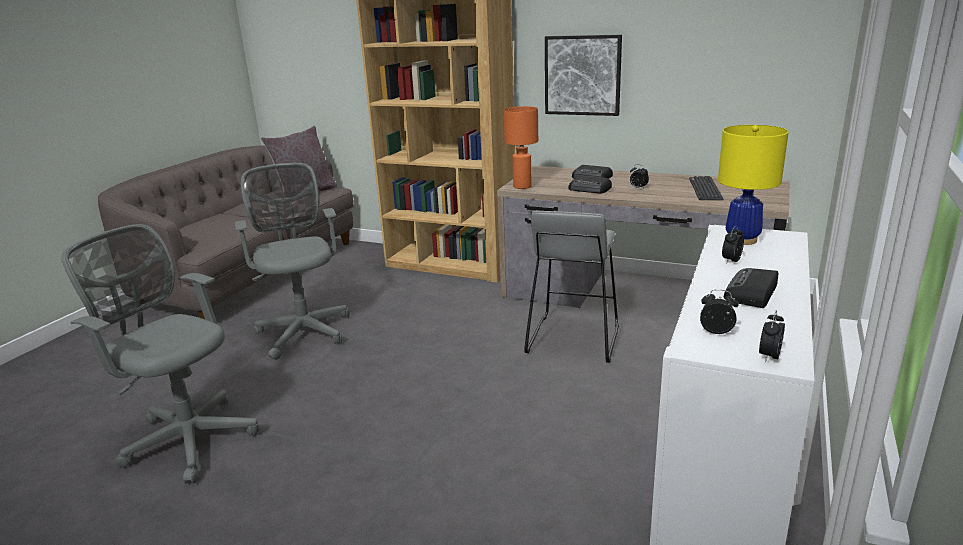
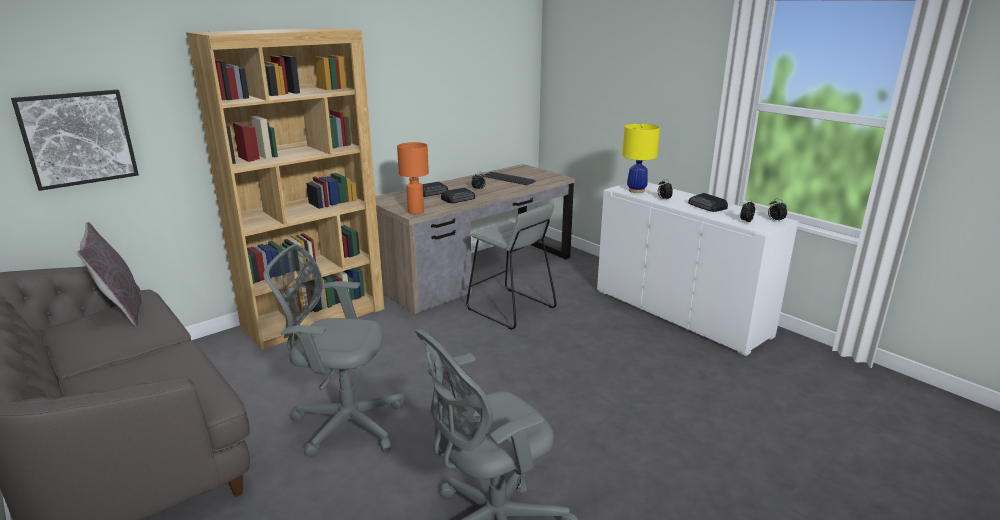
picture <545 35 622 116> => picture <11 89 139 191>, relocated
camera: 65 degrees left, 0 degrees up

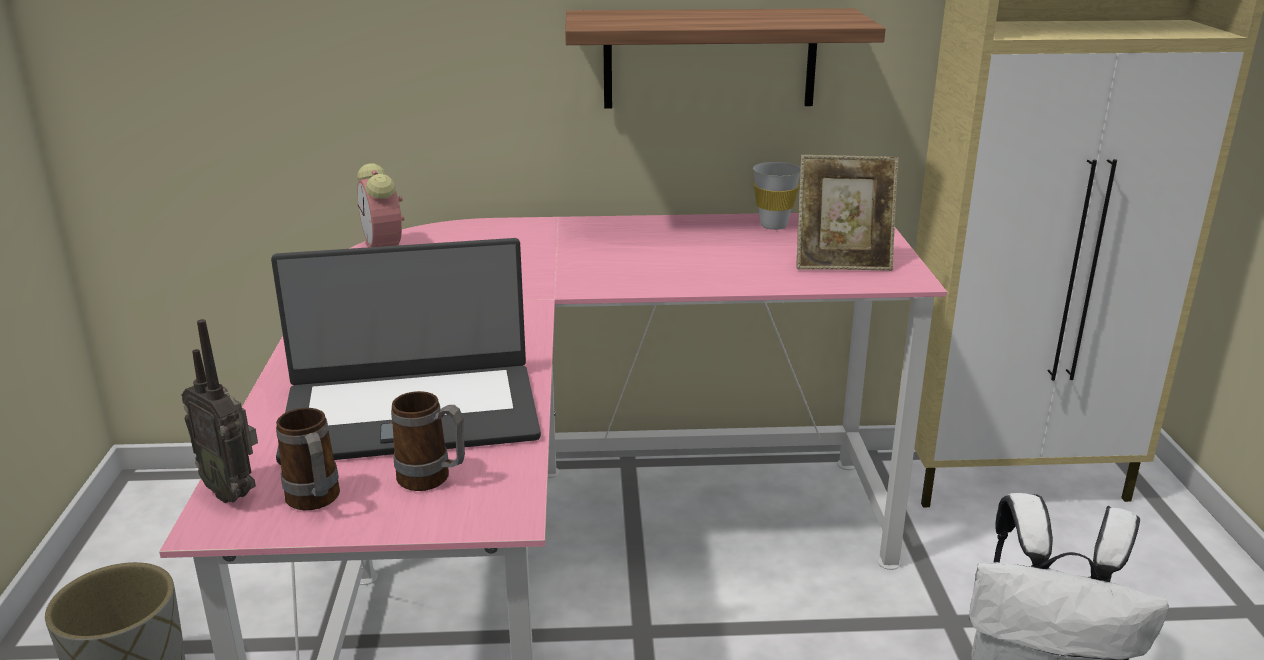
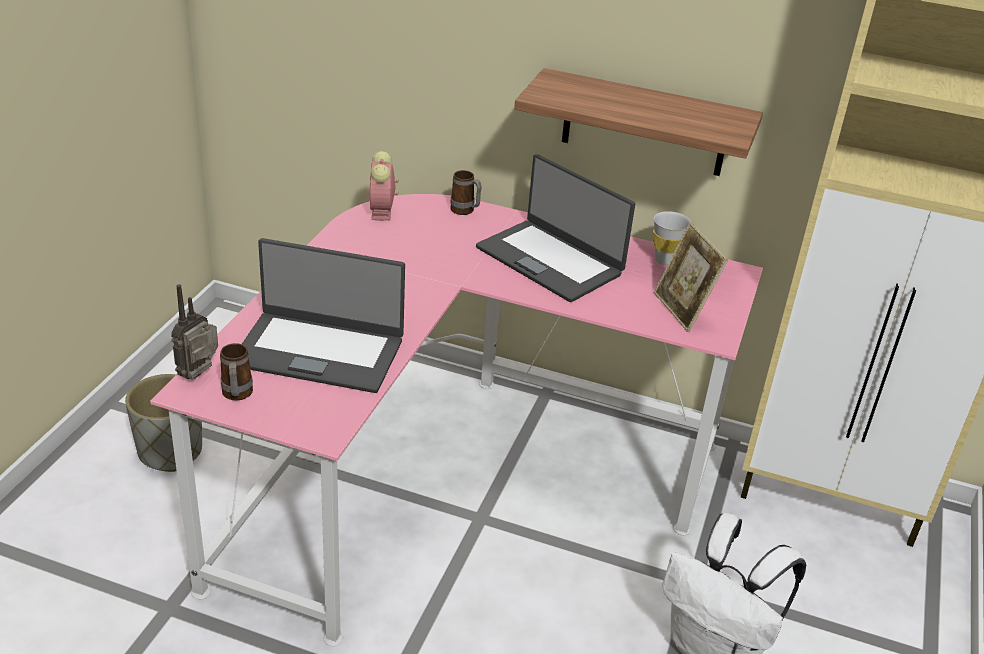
picture frame <796 155 899 271> => picture frame <654 222 728 332>, 45 degrees clockwise
radio <181 319 258 503> => radio <171 284 218 379>, 60 degrees clockwise
mug <391 391 465 491> => mug <451 170 482 215>, relocated
nothing => laptop <476 154 635 302>
camera: 20 degrees right, 10 degrees up

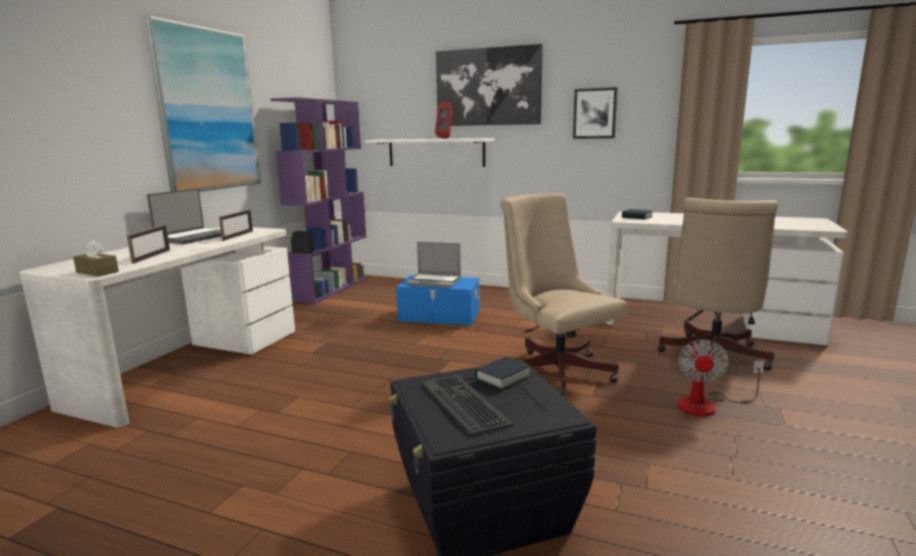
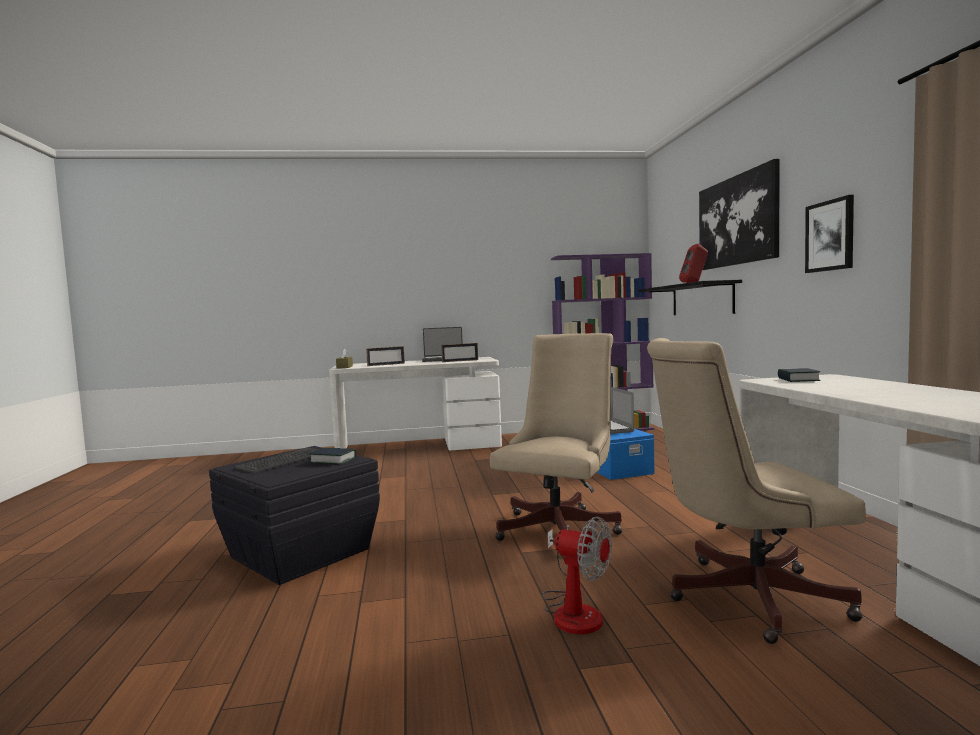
picture <144 15 261 192> => nothing
white shelf <364 138 495 167> => black shelf <638 280 742 315>
fan <678 339 764 417> => fan <543 516 612 634>, 135 degrees counterclockwise
camera: 60 degrees right, 10 degrees down

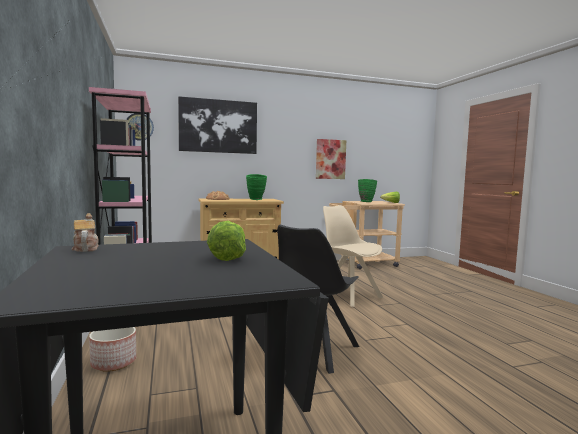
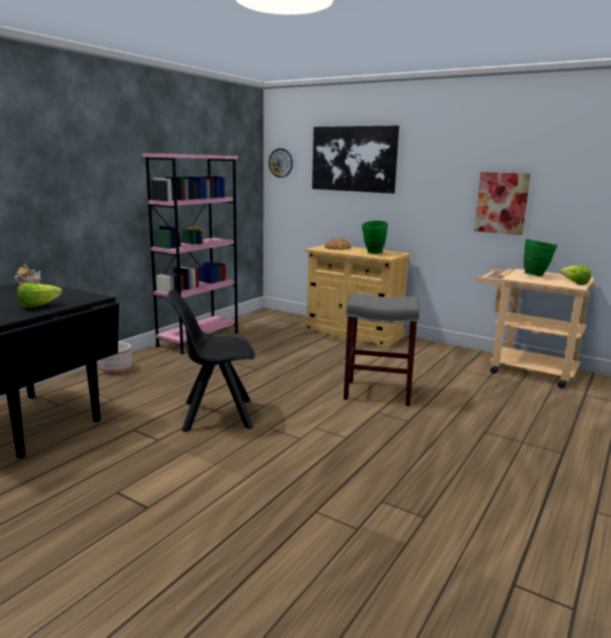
beige chair <323 205 383 307> => grey stool <344 293 420 406>
camera: 50 degrees right, 10 degrees up

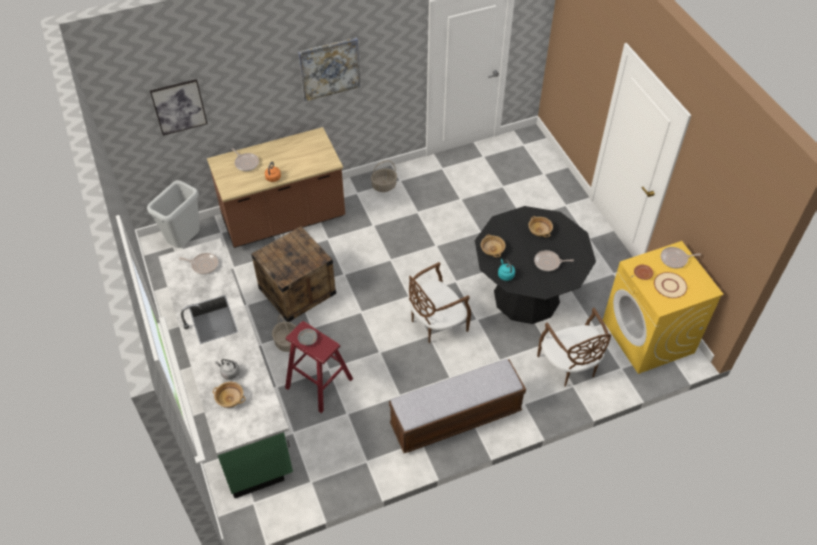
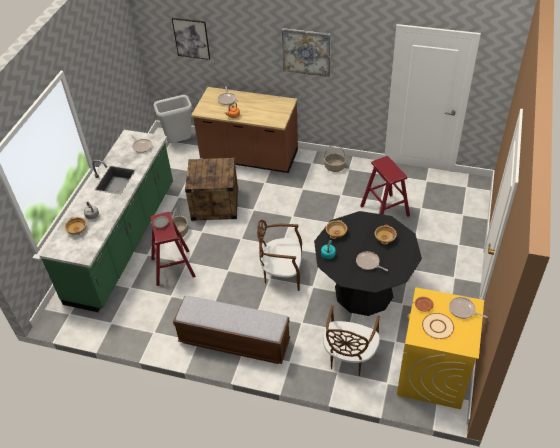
nothing => red stool <360 156 410 217>
camera: 40 degrees right, 5 degrees down

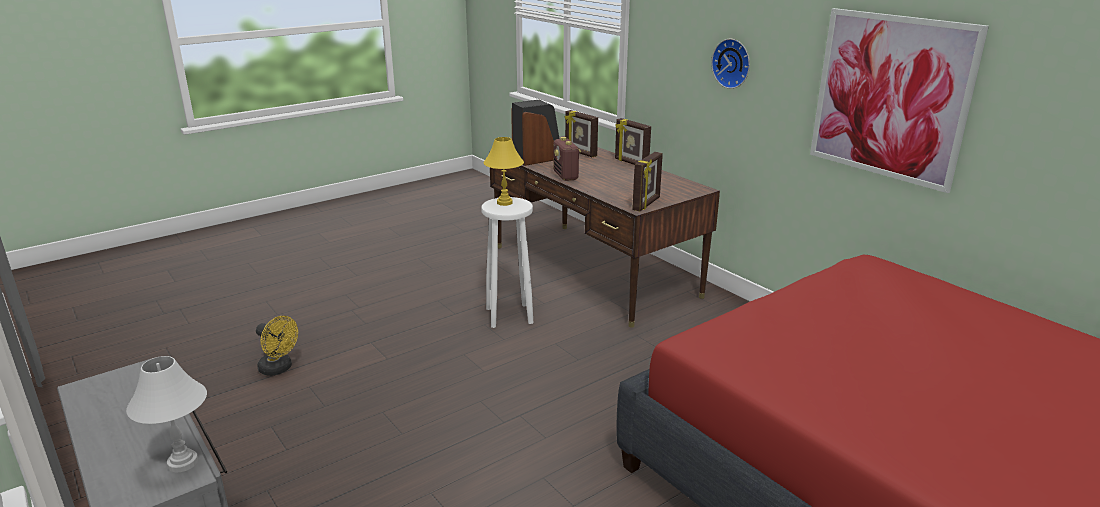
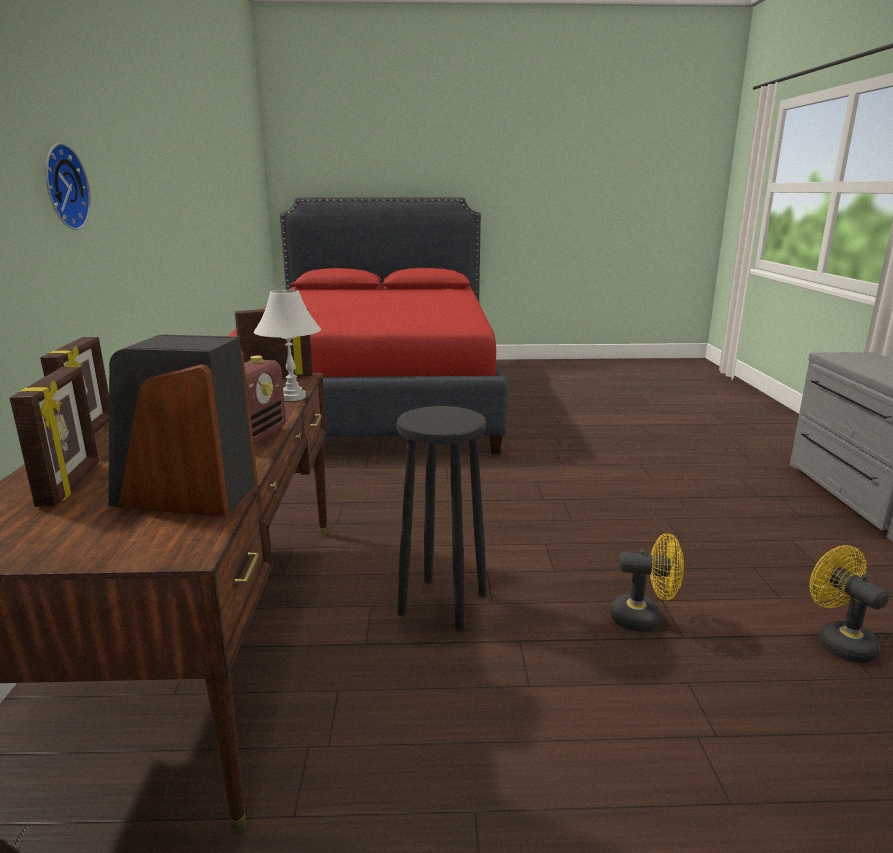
picture <810 8 989 193> => nothing
yellow table lamp <484 137 524 206> => nothing
white stool <481 197 533 328> => black stool <397 406 487 631>
white table lamp <126 356 207 472> => white table lamp <254 289 321 401>, relocated
nothing => yellow fan <611 533 684 632>
camera: 145 degrees left, 5 degrees down

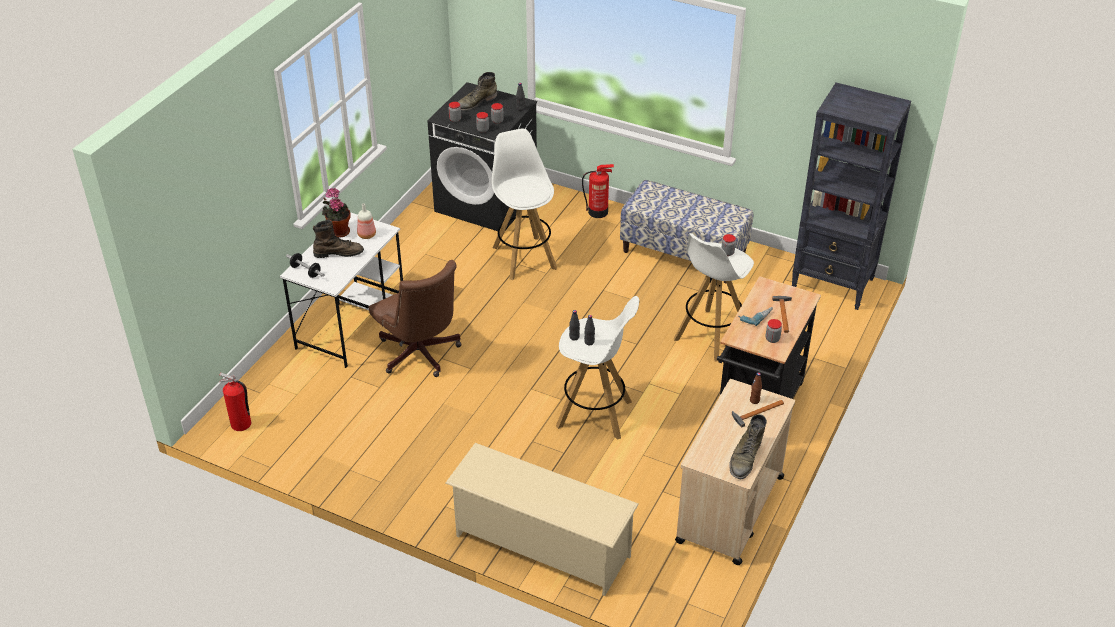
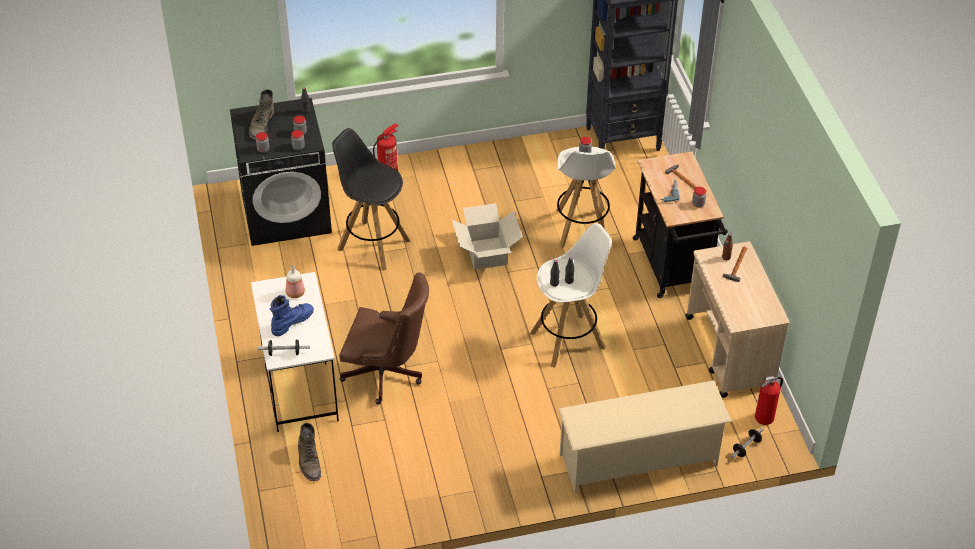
white stool <492 129 557 280> => black stool <332 128 411 270>
bench <620 180 753 284> => nothing
potted plant <322 188 350 238> => nothing
brown boot <313 219 364 258> => blue boot <270 295 314 336>
fire extinguisher <219 373 251 431> => fire extinguisher <755 375 783 425>, relocated
green boot <729 414 767 479> => green boot <298 423 321 481>, relocated
nothing => cardboard box <452 203 523 270>
nothing => dumbbell <731 427 764 459>
camera: 40 degrees left, 5 degrees up

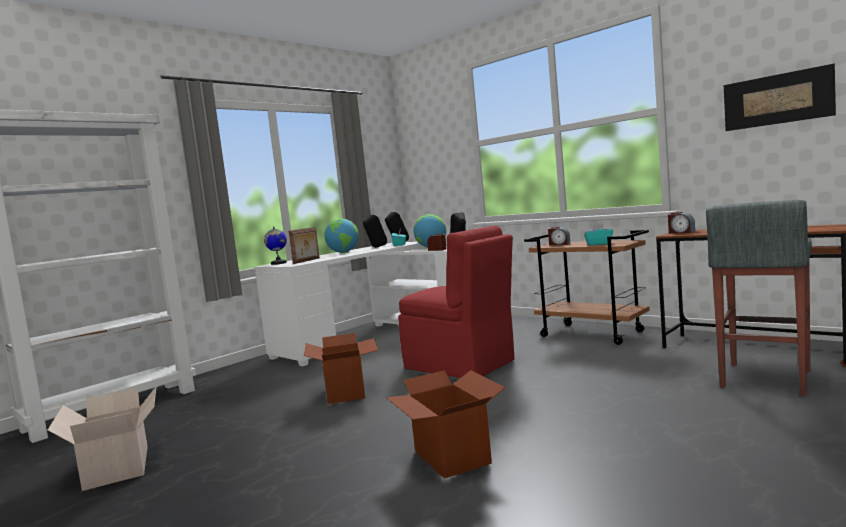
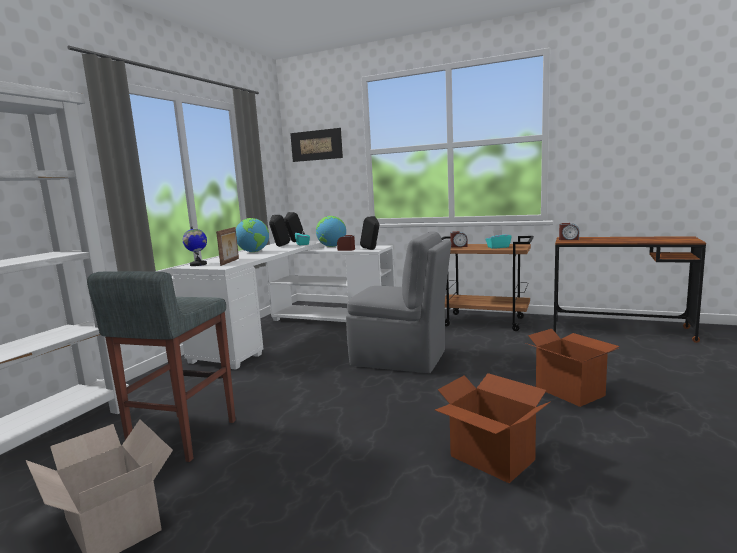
picture <724 64 836 131> => picture <290 128 343 162>, relocated
grey stool <706 200 812 396> => grey stool <87 271 236 462>, relocated
red chair <398 226 515 378> => grey chair <346 231 451 373>
cardboard box <304 333 378 404> => cardboard box <526 329 619 407>, relocated
camera: 20 degrees left, 5 degrees up

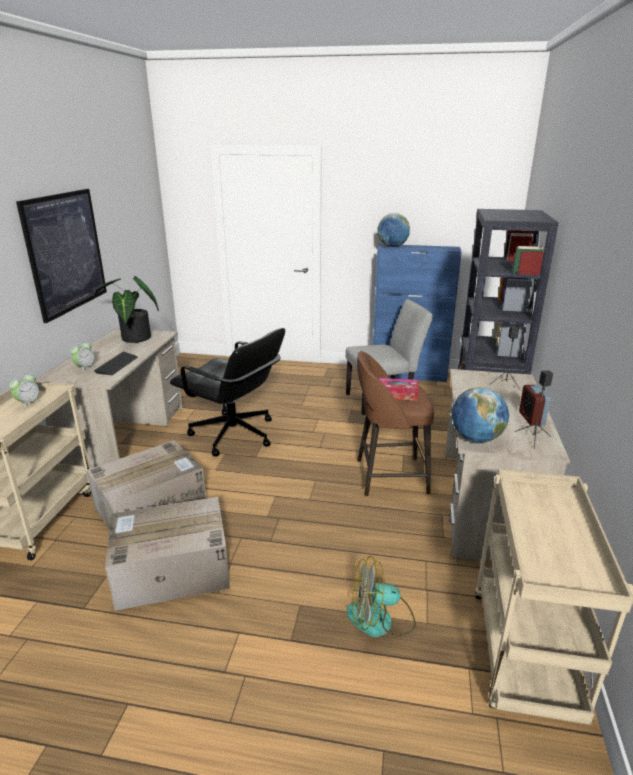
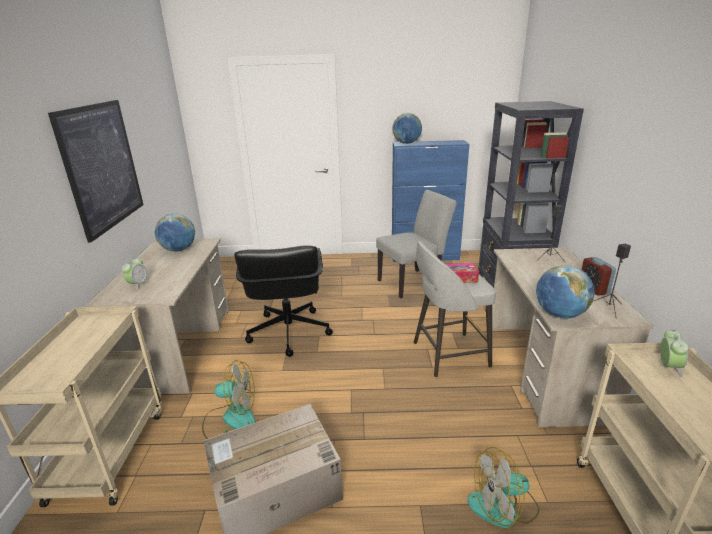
potted plant <93 276 159 343> => globe <154 213 195 251>
black office chair <170 328 285 457> => black office chair <234 245 333 357>, 60 degrees clockwise
brown stool <357 351 434 496> => grey stool <414 241 496 377>
keyboard <94 352 138 375> => nothing
alarm clock <9 373 42 409> => alarm clock <660 329 688 378>, relocated
cardboard box <87 441 206 531> => fan <202 360 255 439>
camera: 10 degrees left, 0 degrees up

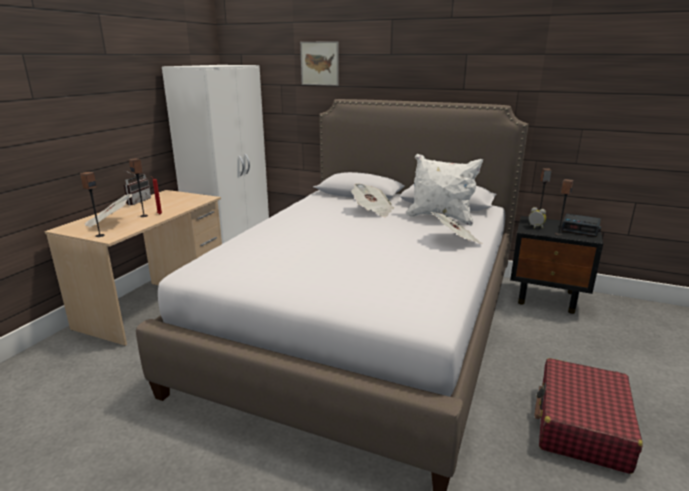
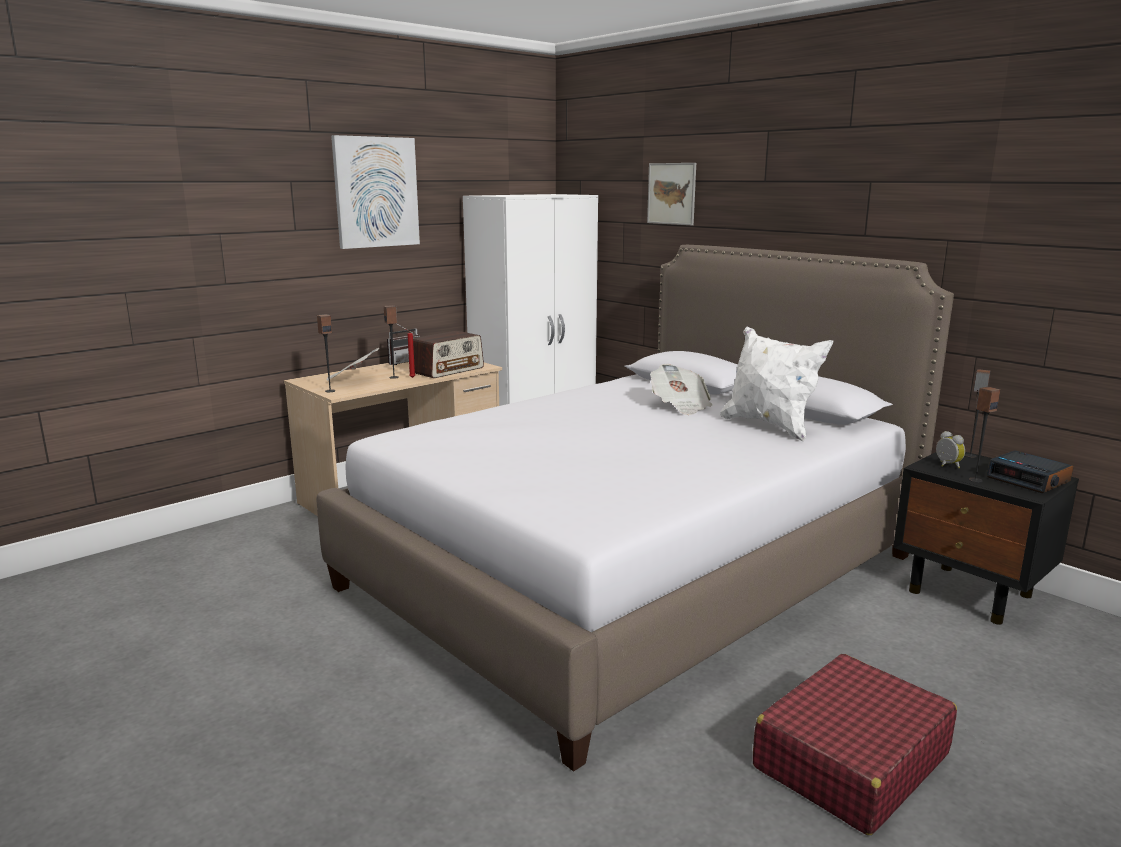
newspaper <431 212 483 244> => nothing
nothing => picture <331 135 420 249>
nothing => radio <413 331 484 378>
camera: 25 degrees right, 5 degrees down

